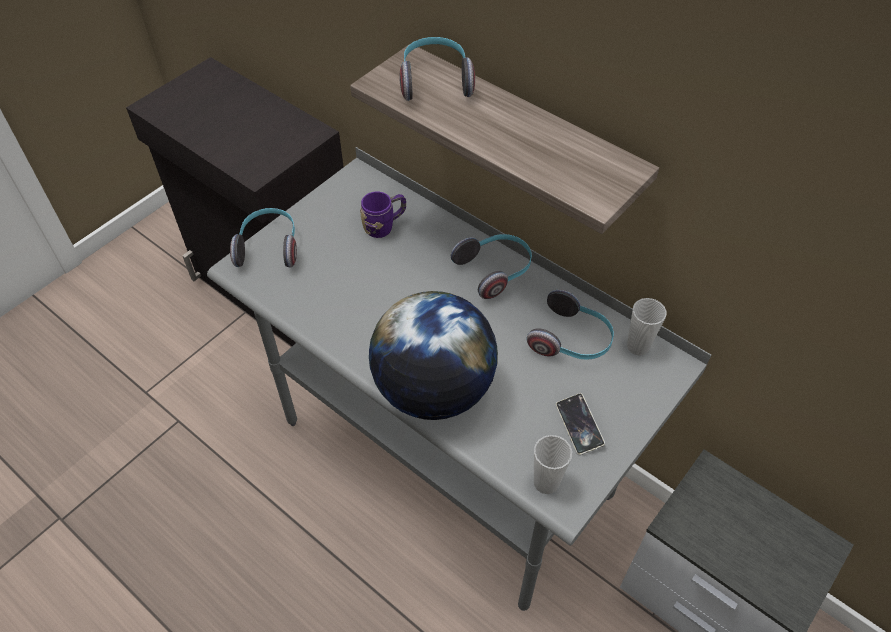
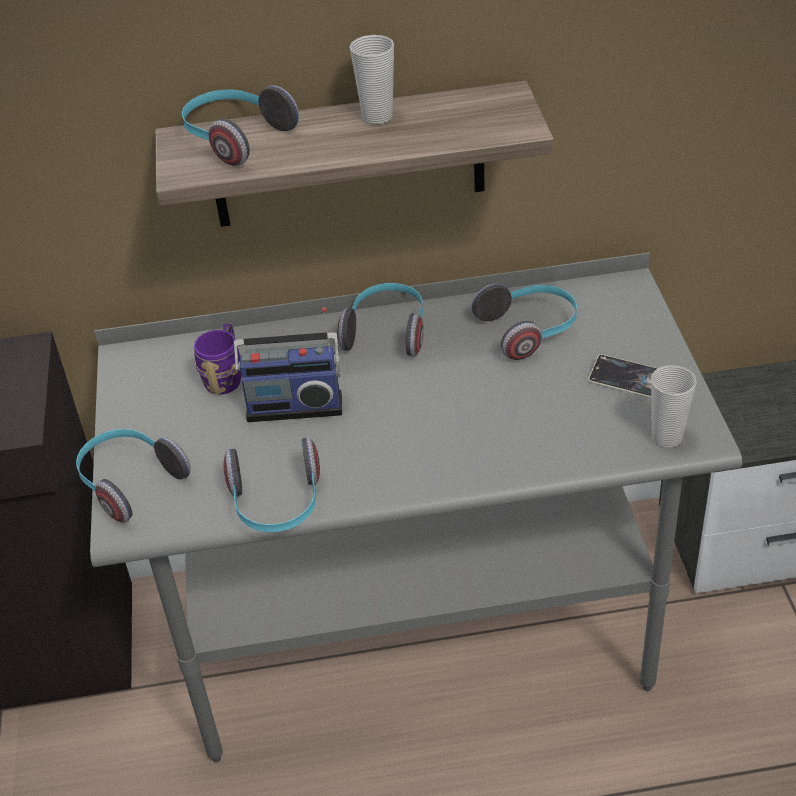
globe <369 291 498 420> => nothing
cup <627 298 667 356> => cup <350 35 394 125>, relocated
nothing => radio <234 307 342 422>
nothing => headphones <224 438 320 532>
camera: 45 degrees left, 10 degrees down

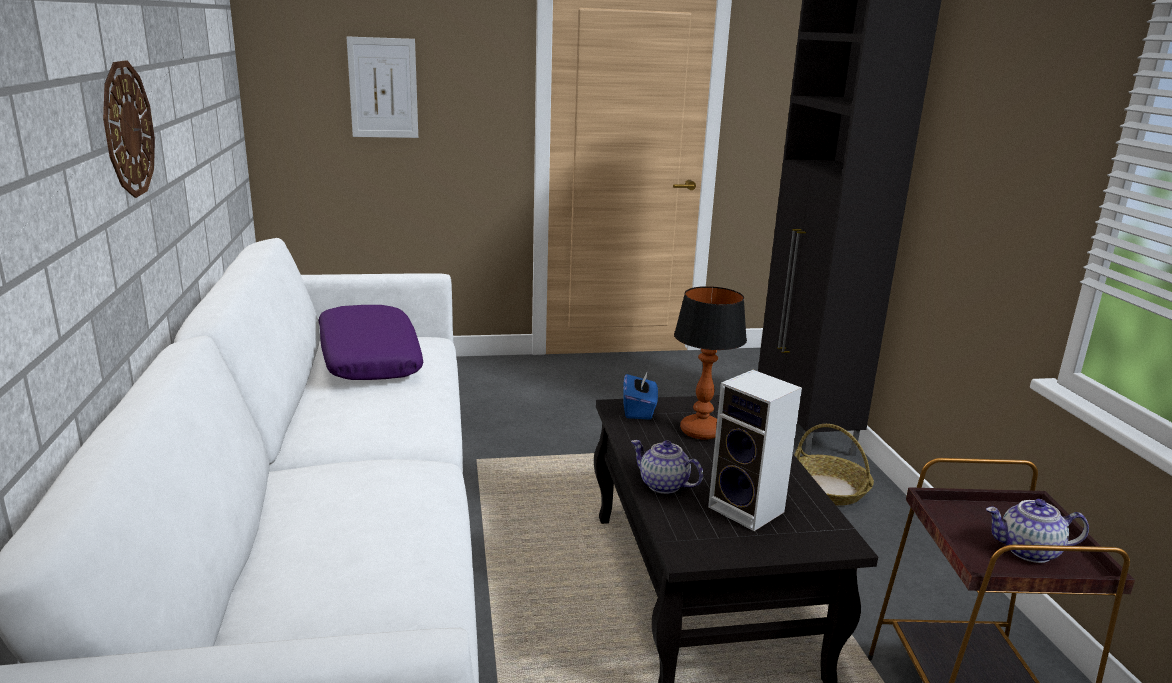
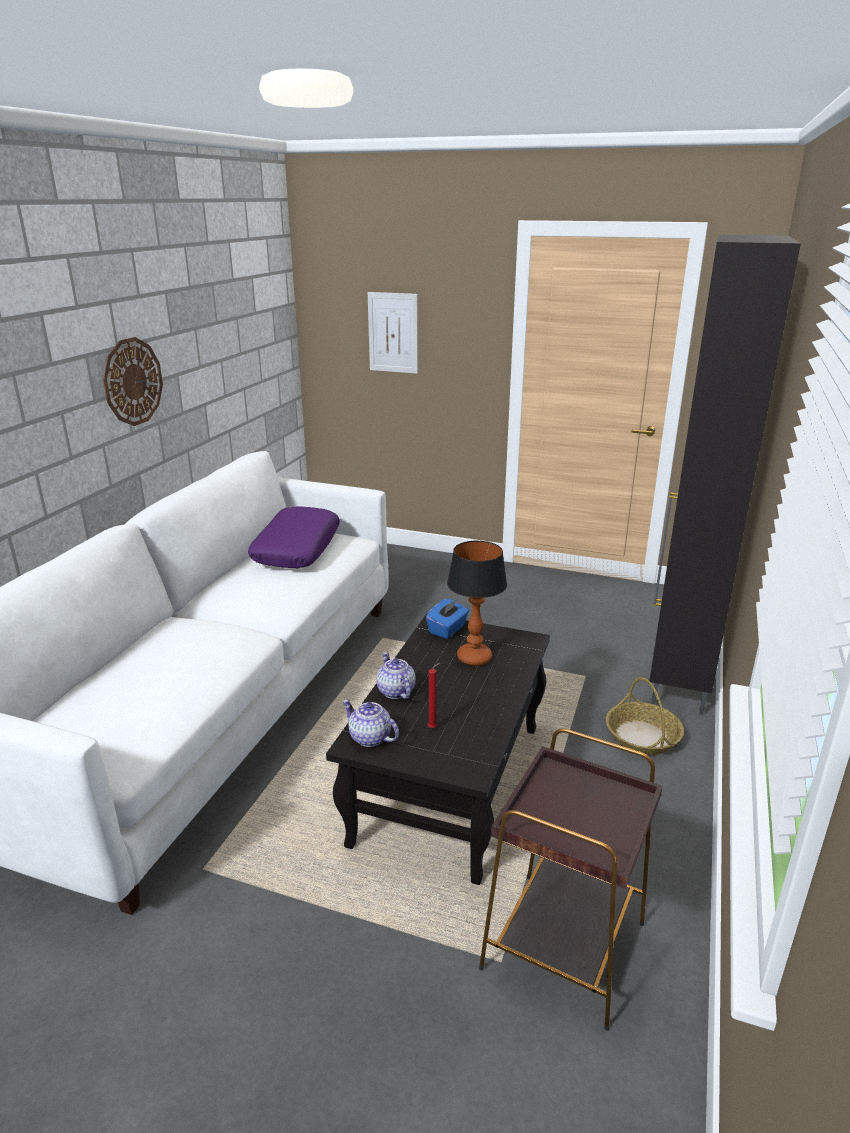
speaker <708 370 802 531> => red candle <428 663 440 728>
teapot <986 499 1089 563> => teapot <342 700 399 747>, relocated
camera: 30 degrees right, 5 degrees up

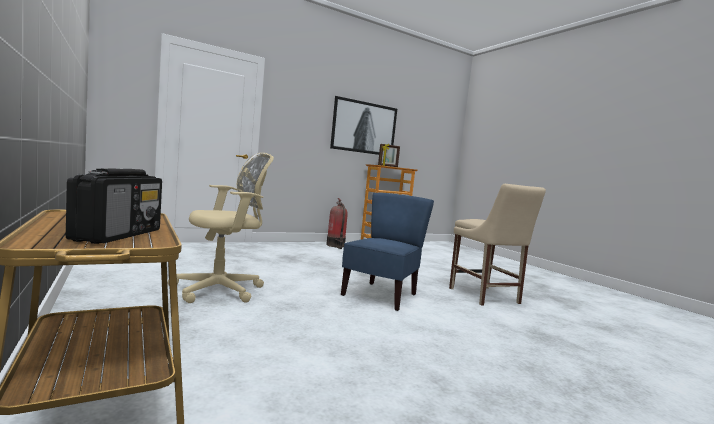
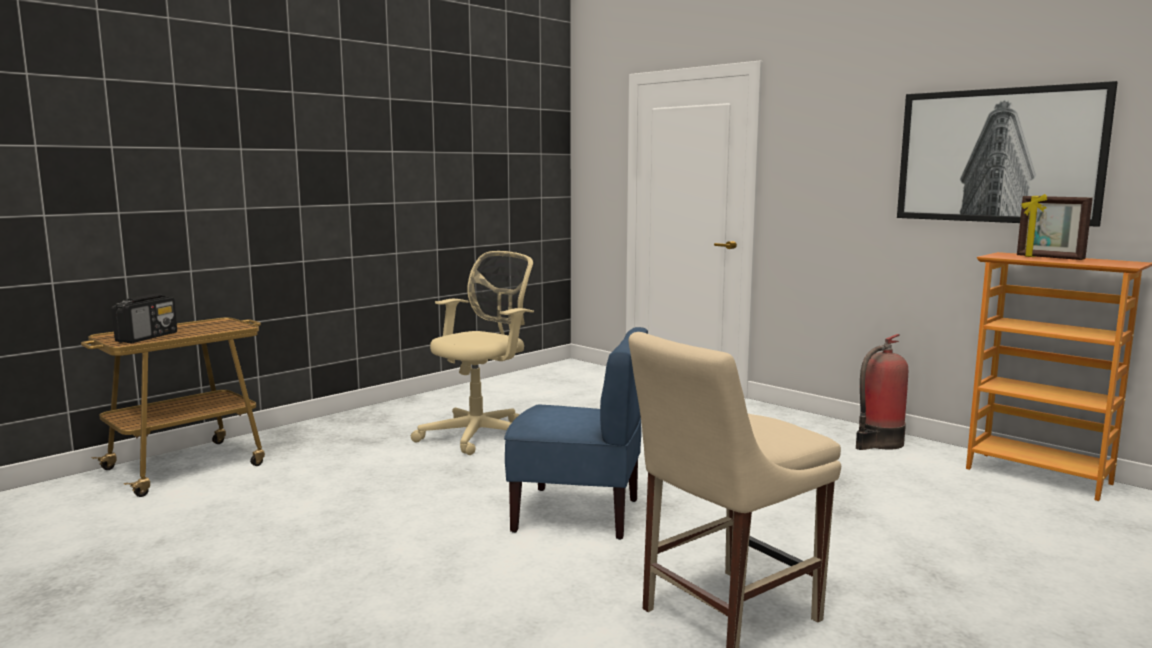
beige office chair <168 153 274 303> => beige office chair <410 251 534 455>, 90 degrees counterclockwise
radio <66 169 162 244> => radio <111 293 177 343>, 60 degrees counterclockwise
camera: 75 degrees right, 5 degrees up

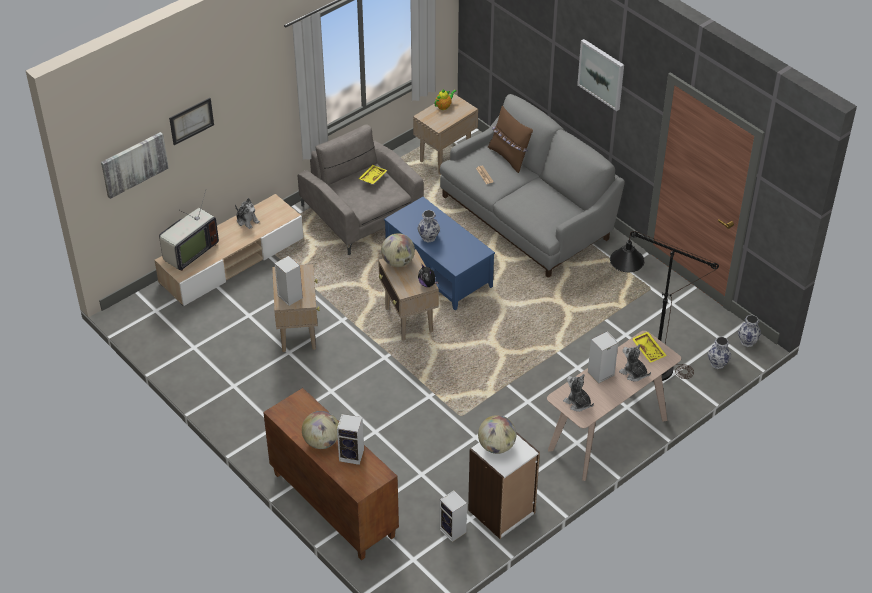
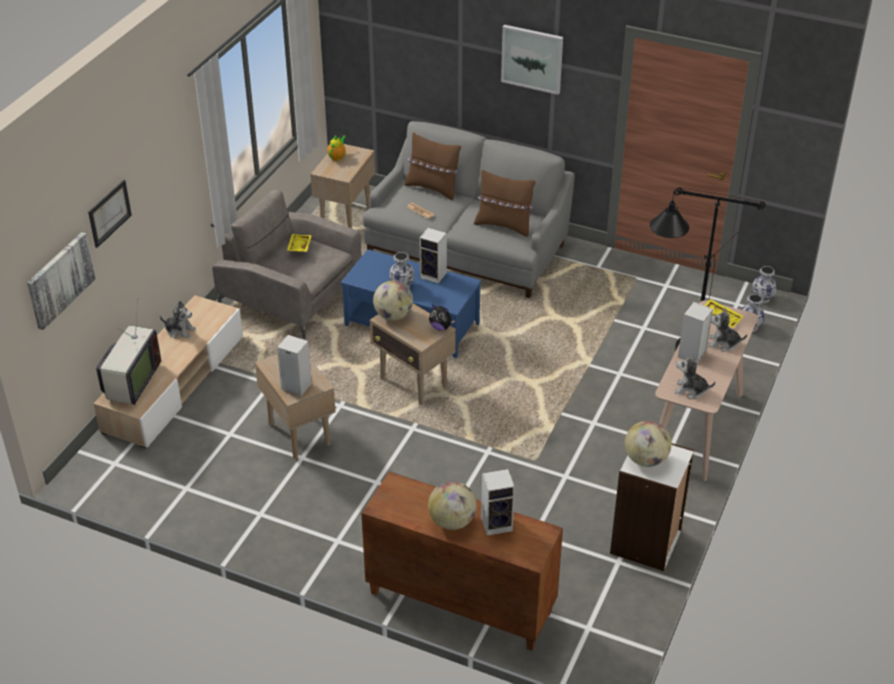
speaker <439 491 467 542> => speaker <419 228 447 284>, relocated
nothing => brown pillow <474 169 536 237>
camera: 25 degrees left, 5 degrees down

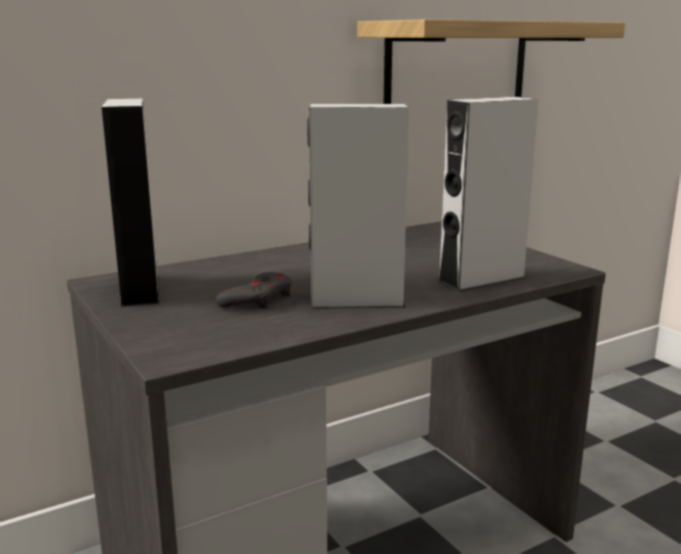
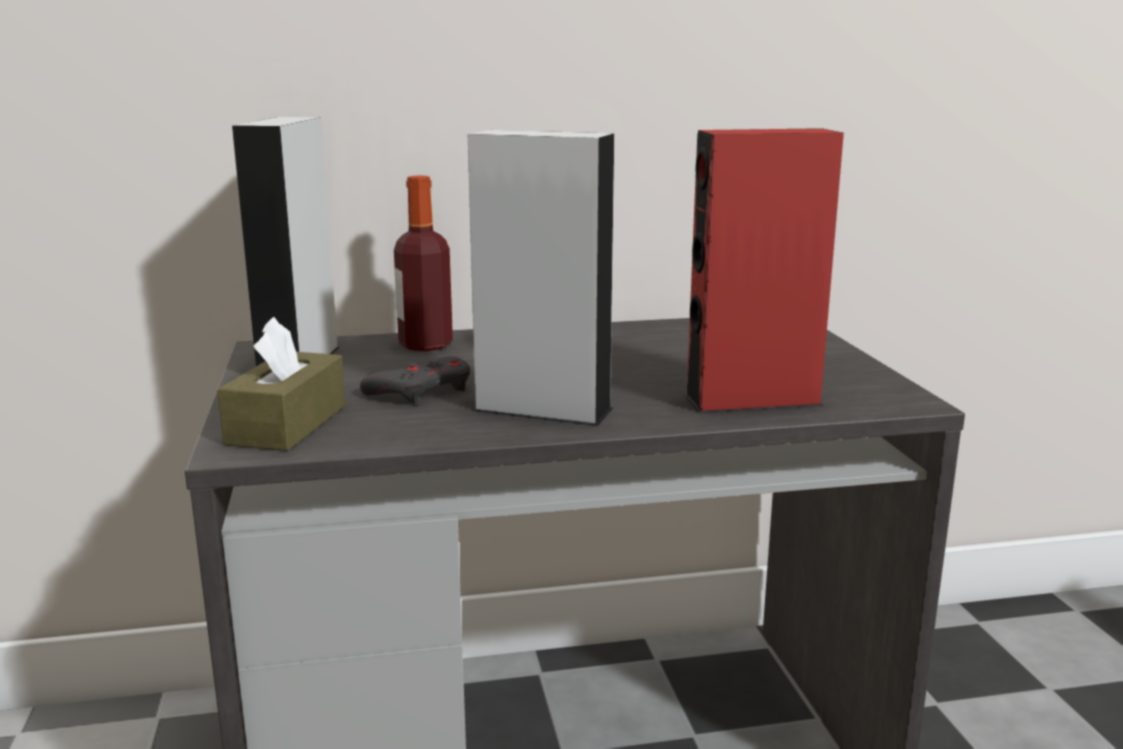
shelf <357 19 625 104> => nothing
grey speaker <437 97 539 292> => red speaker <685 128 844 413>
nothing => bottle <394 176 453 351>
nothing => brown tissue box <217 317 346 451>
camera: 20 degrees right, 0 degrees up

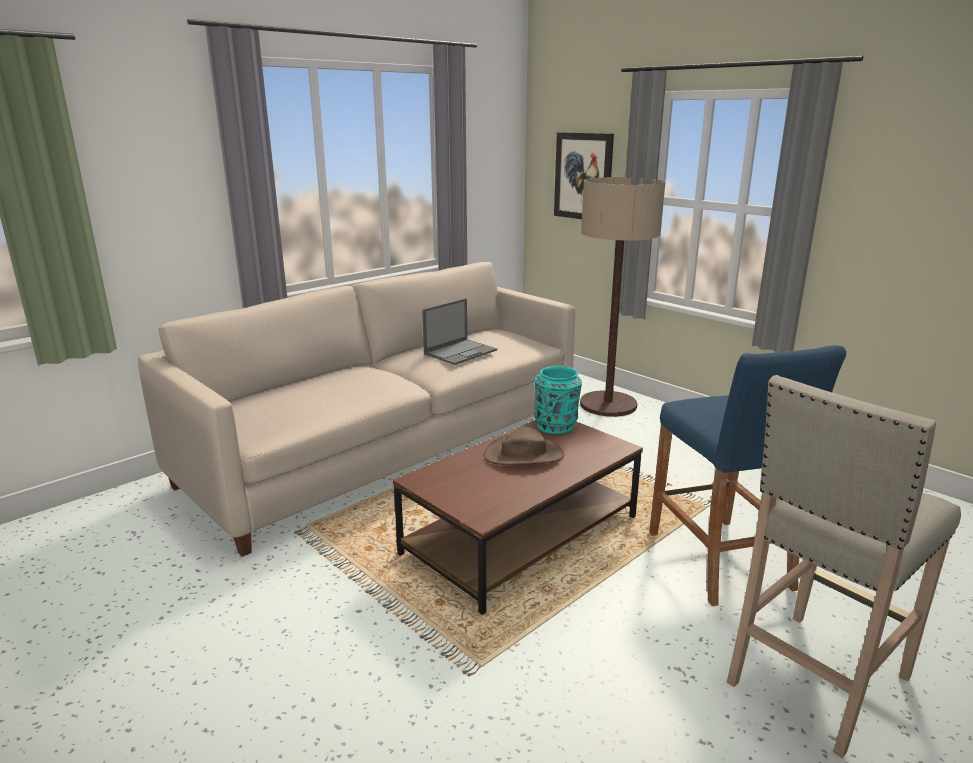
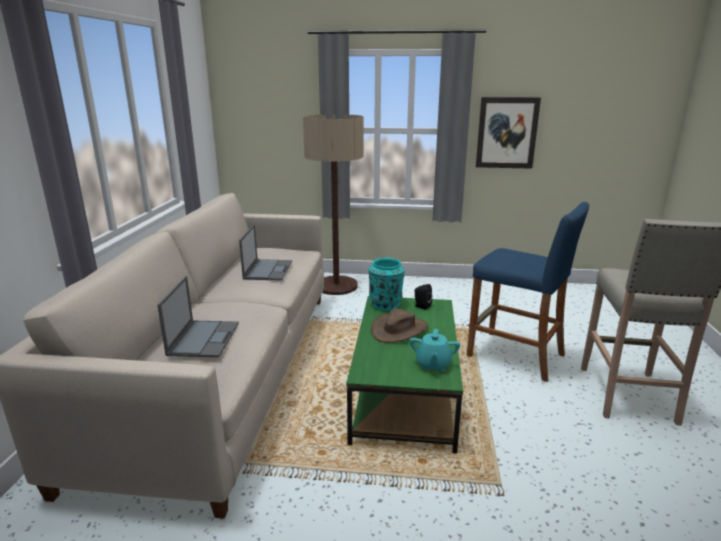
picture <554 132 614 219> => picture <476 97 541 169>, relocated
brown coffee table <392 420 643 615> => green coffee table <346 296 463 454>
nothing => laptop <157 276 239 357>
nothing => black speaker <414 284 432 310>
nothing => turquoise teapot <409 329 460 371>
camera: 40 degrees left, 0 degrees up

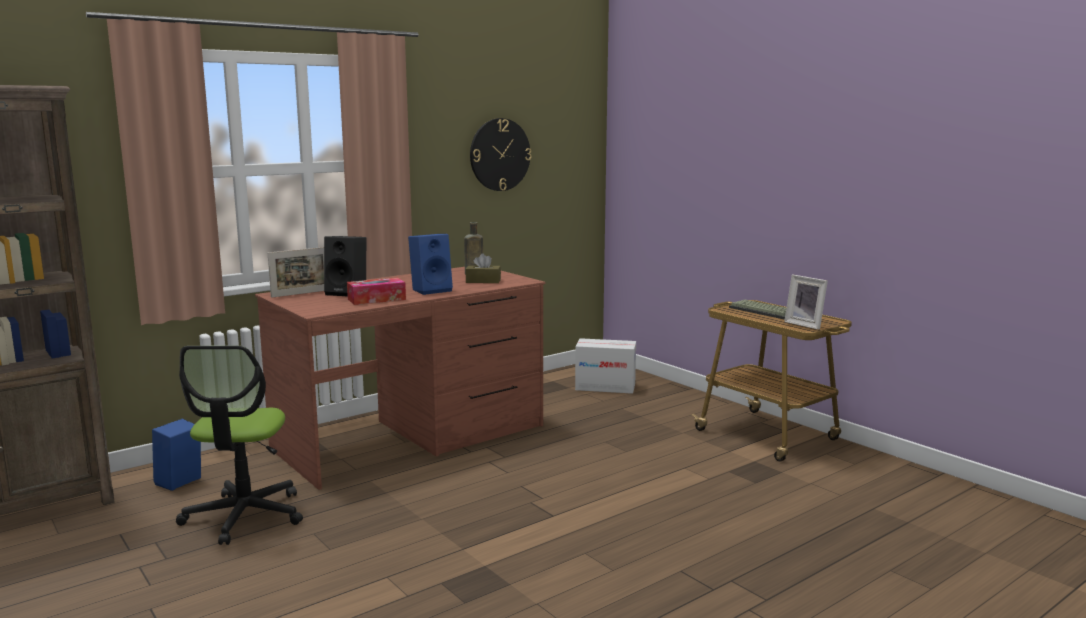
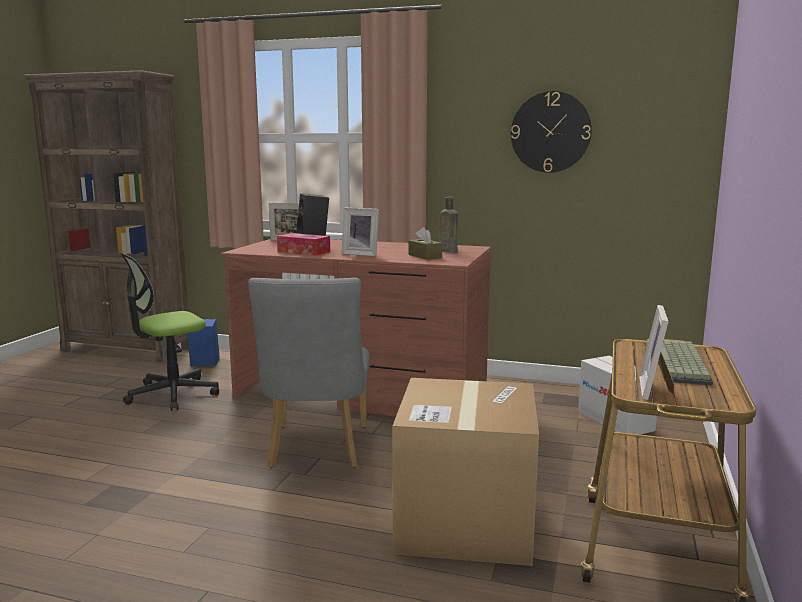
blue speaker <408 234 453 295> => picture frame <341 207 379 256>
nothing => grey chair <248 278 369 468>
nothing => cardboard box <392 378 539 566>
camera: 55 degrees right, 0 degrees up

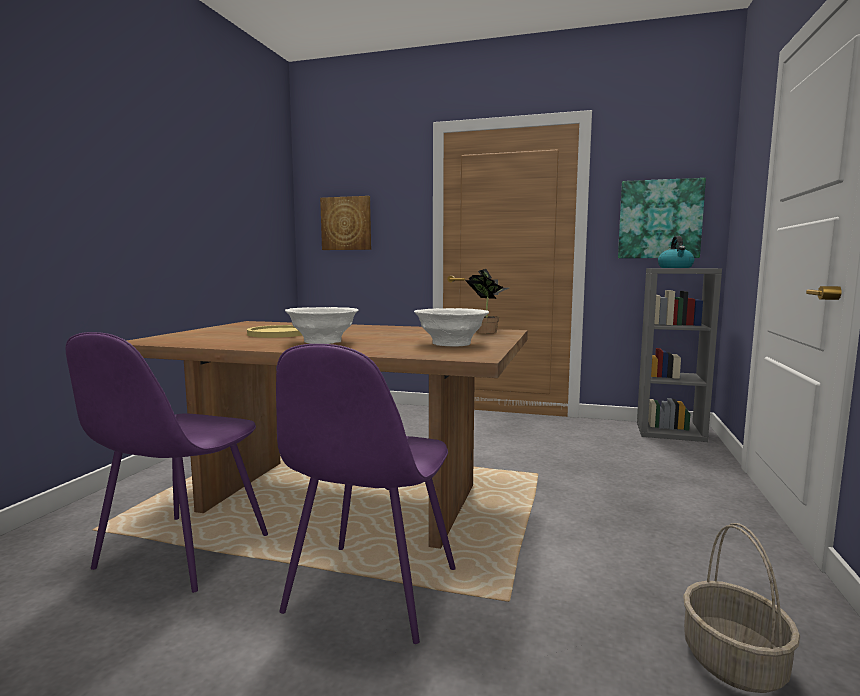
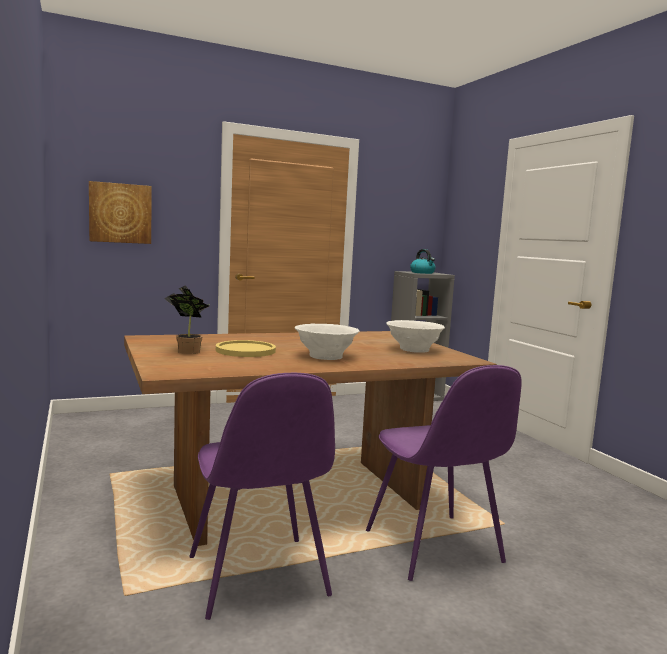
picture <618 178 706 258> => nothing
potted plant <465 269 509 333> => potted plant <164 285 209 354>, relocated
basket <683 523 800 693> => nothing
camera: 40 degrees left, 0 degrees up

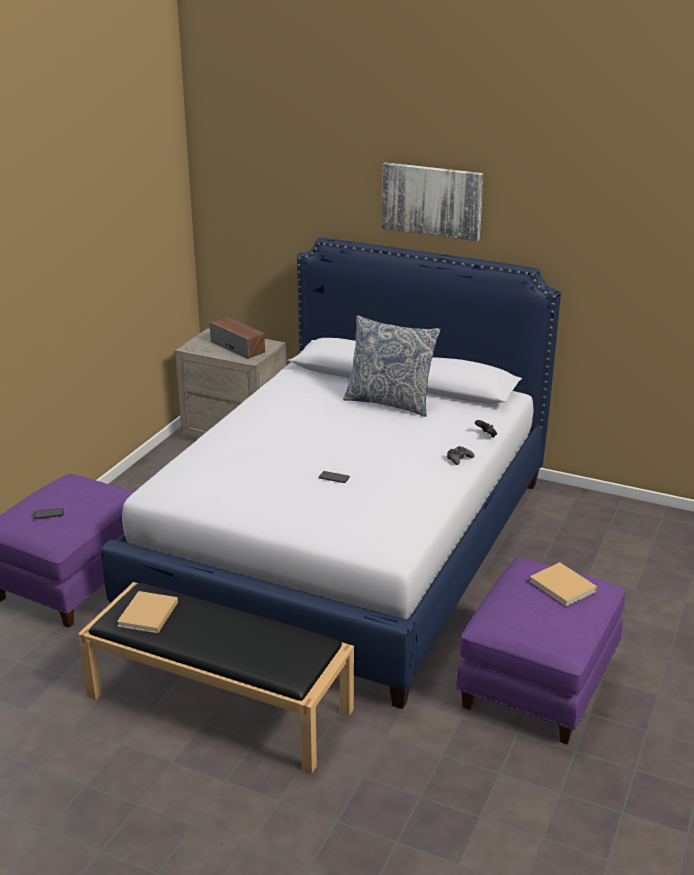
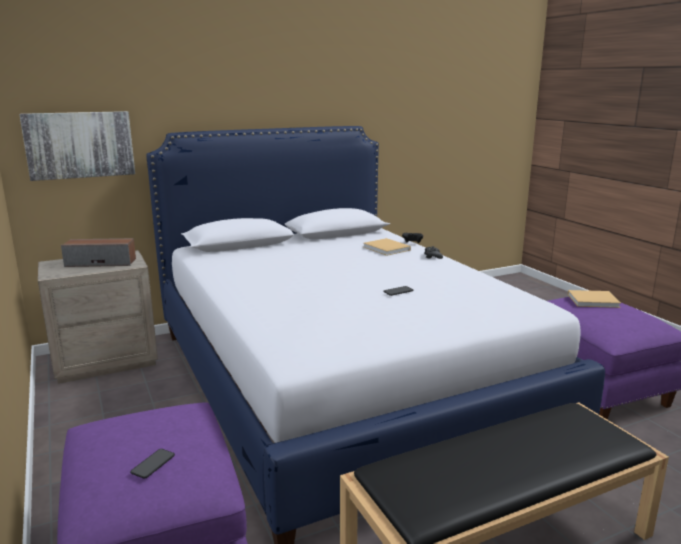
picture <382 162 484 241> => picture <19 111 135 181>, relocated
pillow <343 315 441 417> => nothing
beige book <117 591 178 633> => beige book <364 238 411 256>, relocated
camera: 50 degrees left, 10 degrees down

